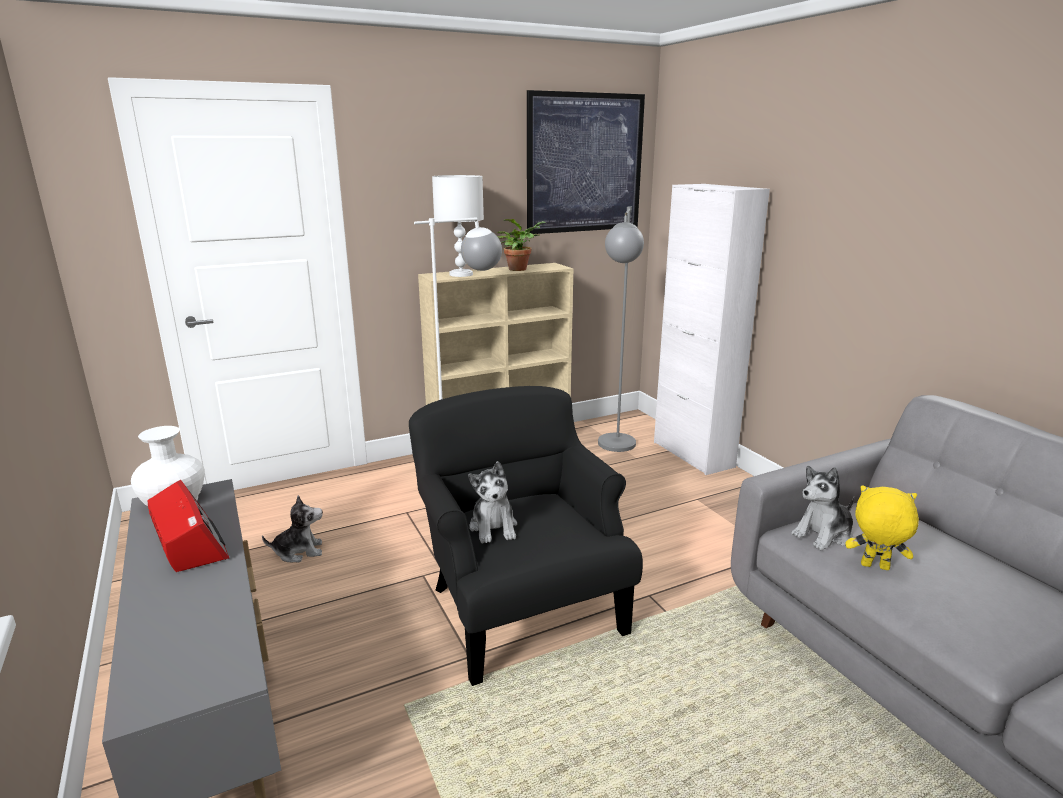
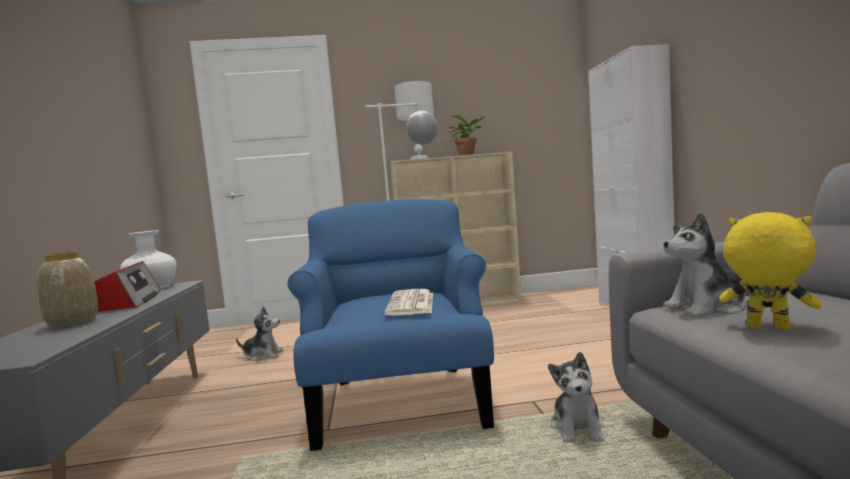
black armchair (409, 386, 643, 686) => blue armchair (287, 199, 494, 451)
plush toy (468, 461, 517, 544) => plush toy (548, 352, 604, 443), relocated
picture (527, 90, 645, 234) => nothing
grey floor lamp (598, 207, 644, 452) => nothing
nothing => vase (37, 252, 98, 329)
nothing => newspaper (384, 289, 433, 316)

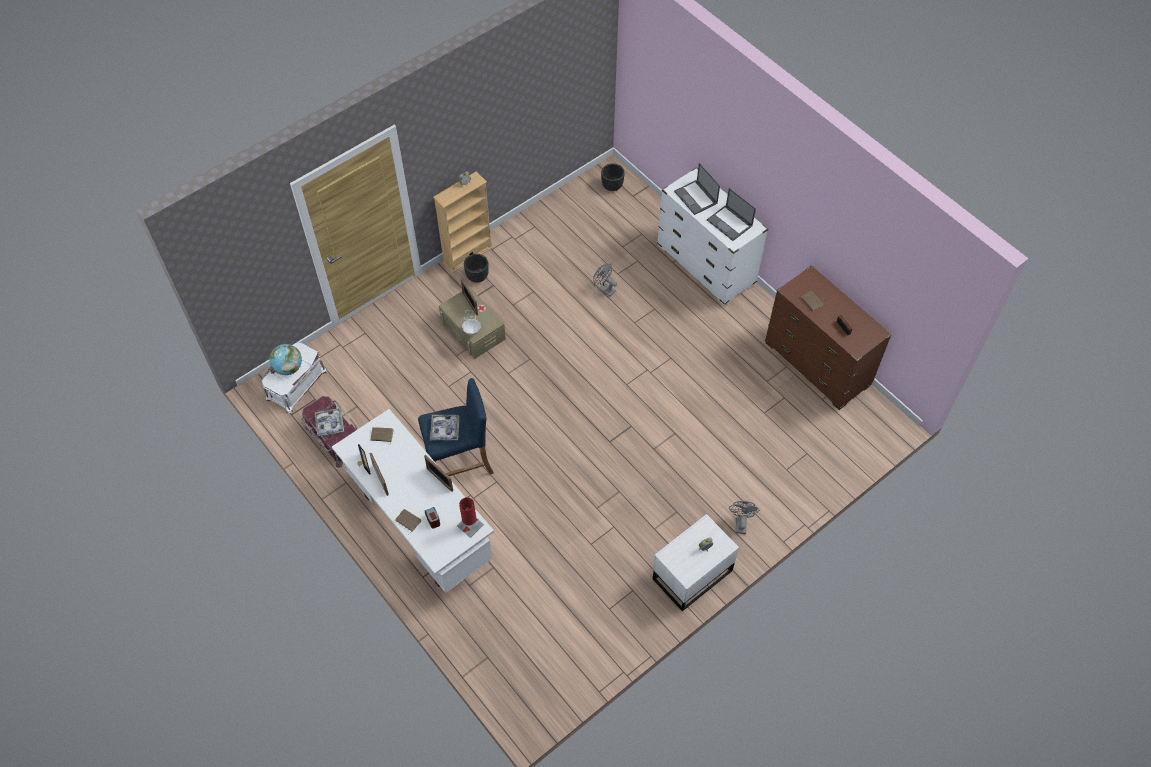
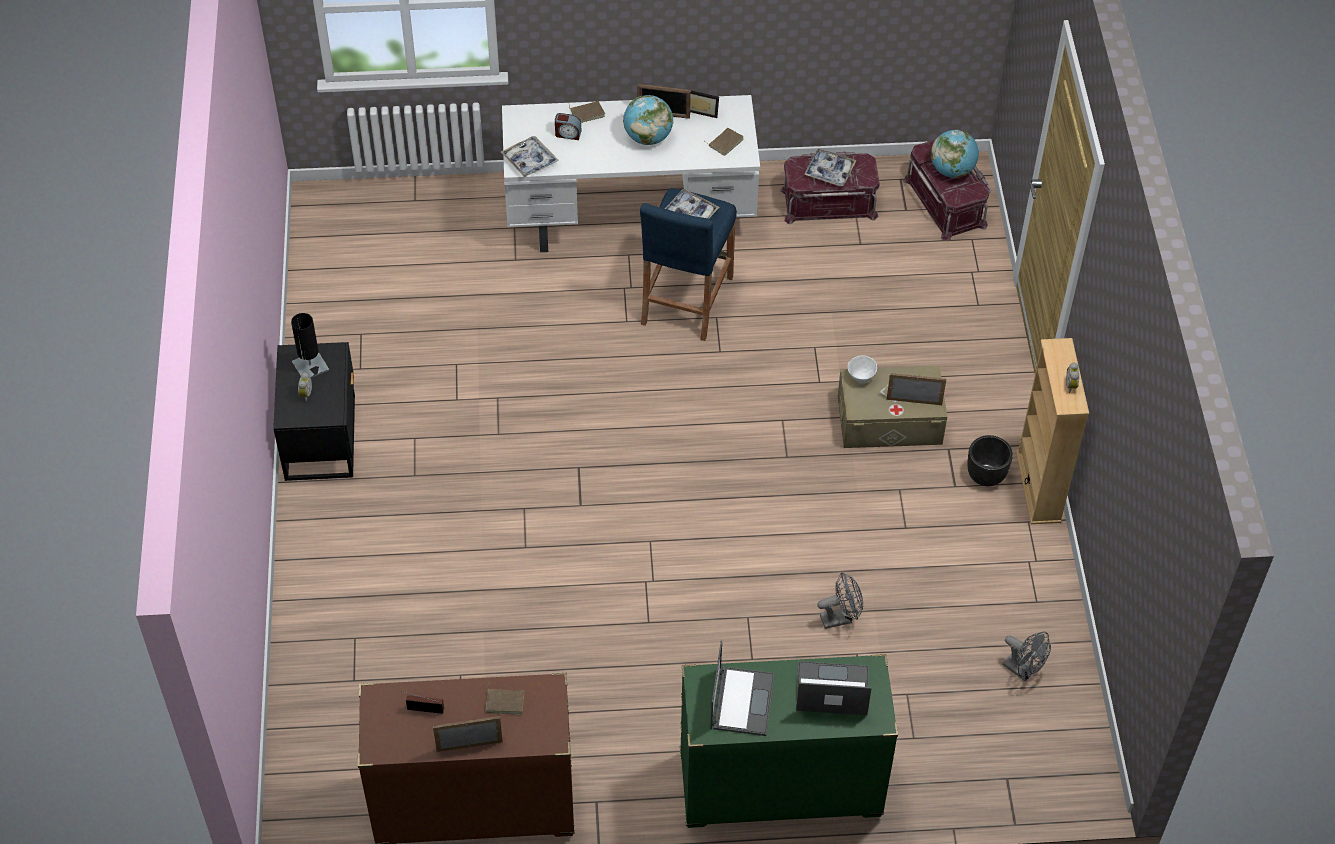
white storage box (262, 343, 327, 413) => red storage box (903, 139, 991, 241)
picture frame (424, 455, 453, 492) => picture frame (433, 716, 503, 752), relocated
red table lamp (457, 497, 484, 538) => tray (501, 136, 559, 178)
black planter (601, 163, 625, 191) => nothing
white nightstand (653, 514, 739, 611) => black nightstand (273, 342, 355, 481)
white dresser (657, 167, 768, 306) => green dresser (680, 654, 898, 828)
laptop (707, 188, 756, 241) => laptop (710, 640, 774, 736), 105 degrees clockwise
grey fan (729, 501, 759, 534) => grey fan (1002, 632, 1051, 681), relocated
nothing => black table lamp (291, 313, 329, 378)
nothing => globe (623, 95, 673, 145)

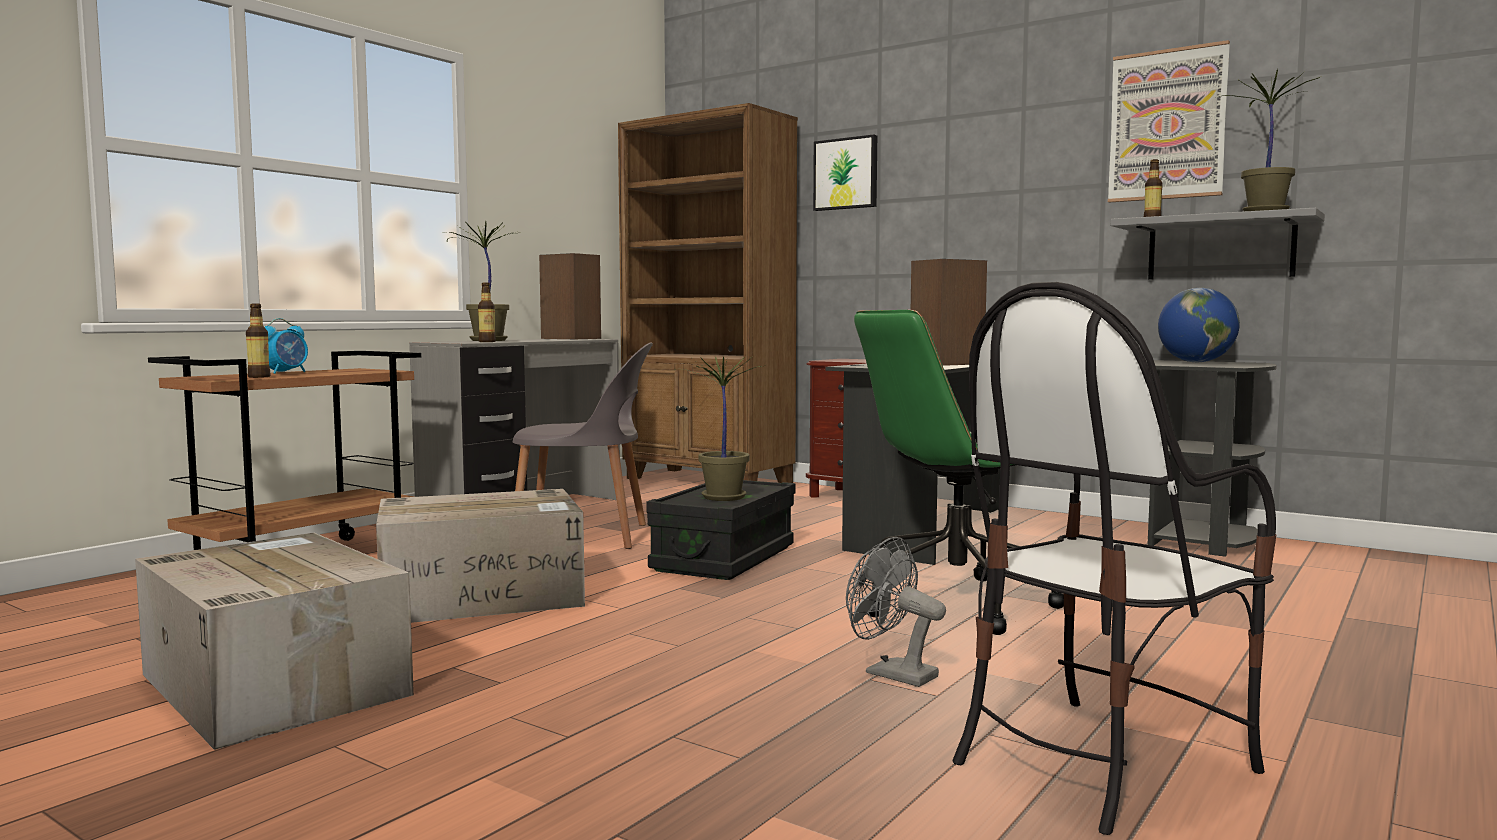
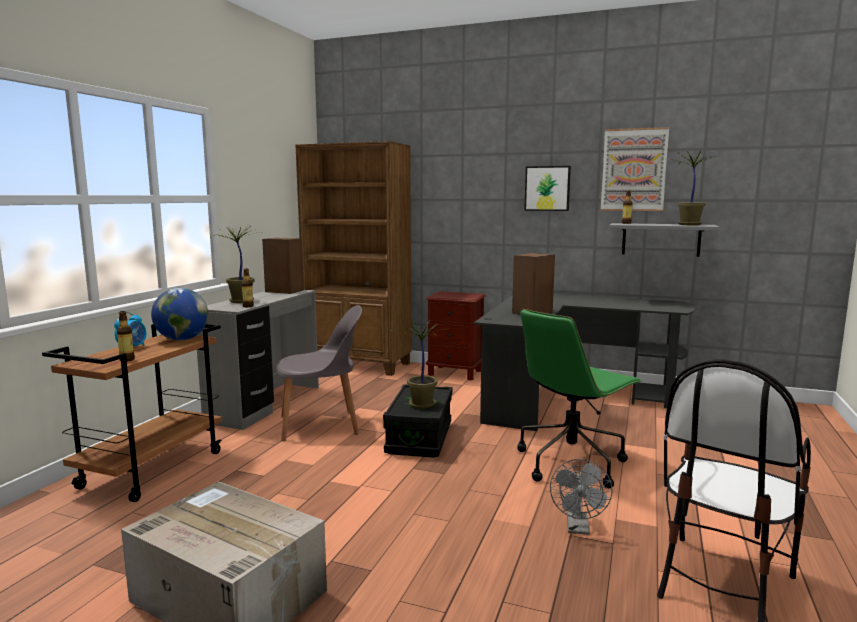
cardboard box (376, 489, 585, 623) => nothing
picture (813, 134, 877, 211) => picture (524, 166, 571, 211), relocated
grey fan (846, 537, 946, 687) => grey fan (550, 459, 612, 535), 105 degrees counterclockwise
globe (1158, 288, 1240, 362) => globe (151, 288, 208, 340), relocated

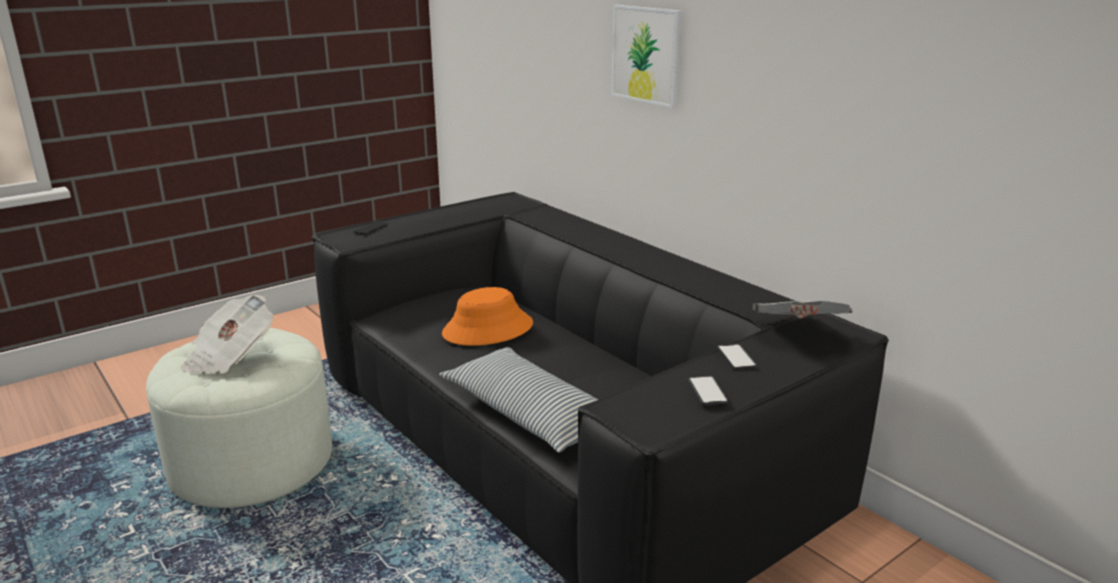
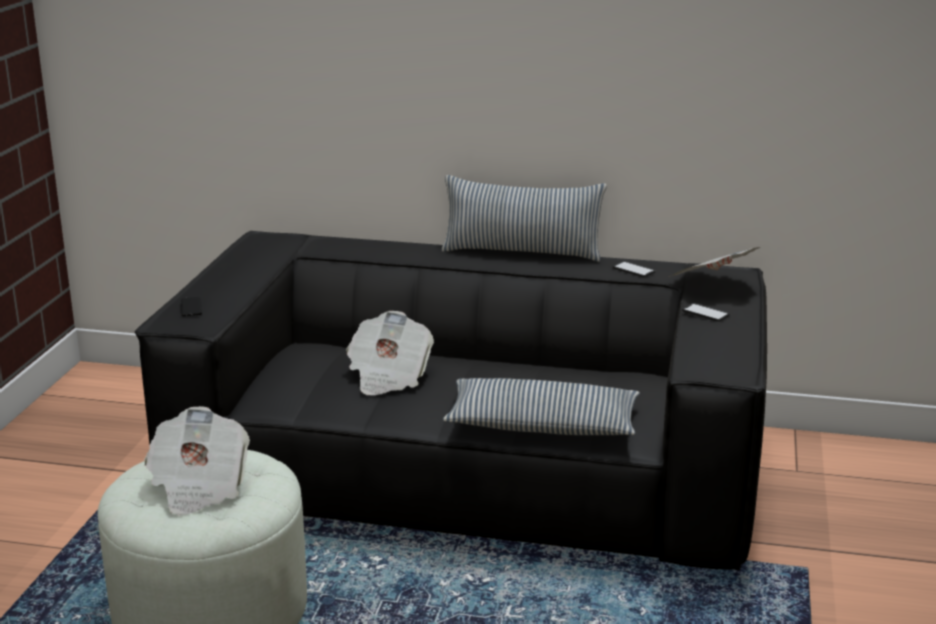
orange hat (442, 287, 533, 346) => newspaper (346, 311, 434, 395)
picture (611, 5, 682, 108) => nothing
phone (688, 375, 729, 406) => phone (613, 261, 655, 277), relocated
nothing => pillow (441, 175, 607, 262)

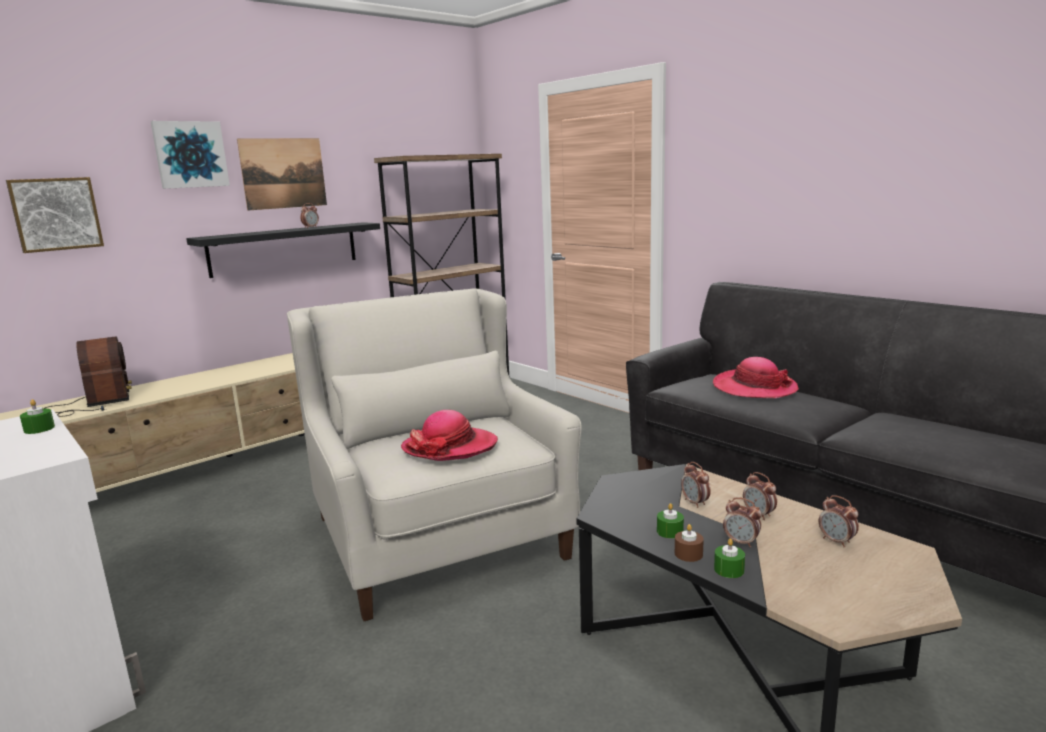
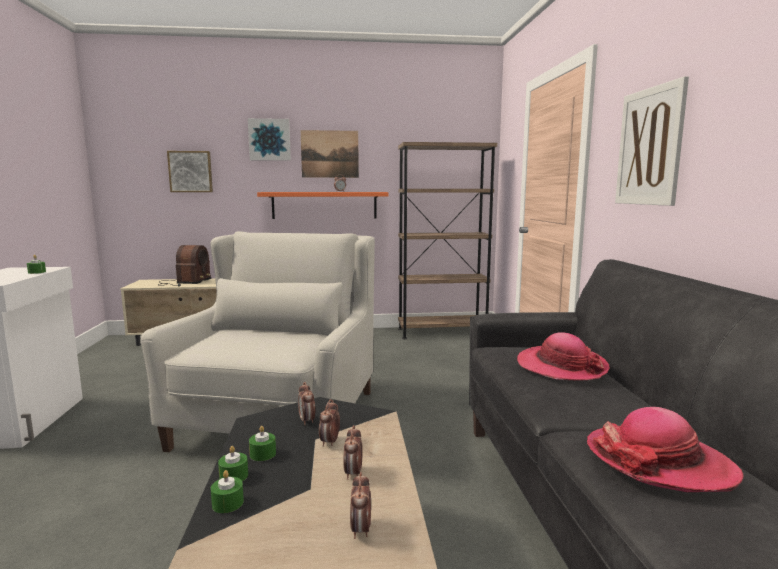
black shelf (186, 222, 380, 278) => orange shelf (257, 192, 388, 219)
hat (401, 410, 498, 461) => hat (587, 407, 744, 492), relocated
brown candle (675, 524, 704, 562) => green candle (218, 446, 248, 481)
alarm clock (723, 497, 762, 548) => alarm clock (298, 382, 315, 425), relocated
nothing => picture (615, 76, 689, 206)

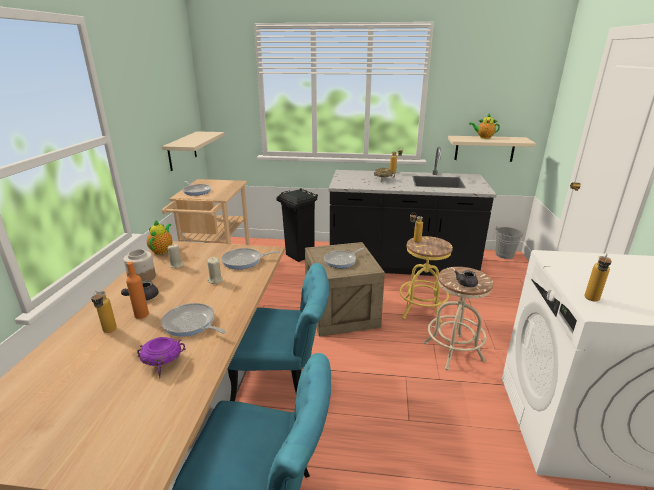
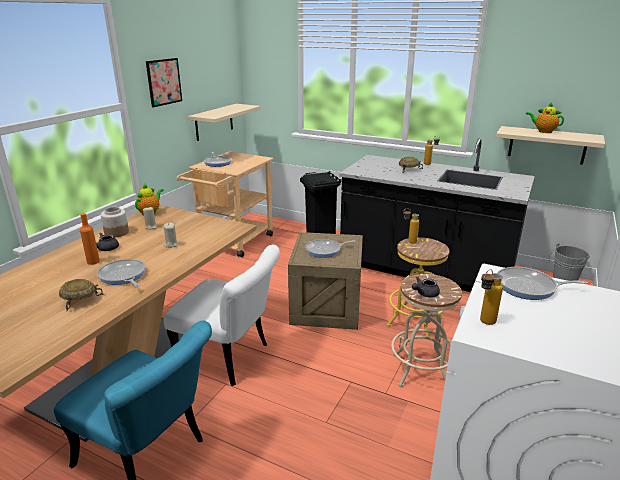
bottle (91, 291, 117, 333) => nothing
purple bowl (137, 337, 186, 379) => beige bowl (59, 279, 104, 311)
frying pan (221, 248, 281, 269) => frying pan (497, 267, 588, 300), relocated
turquoise chair (227, 263, 329, 401) => white chair (164, 245, 280, 386)
nothing => picture (146, 58, 182, 107)

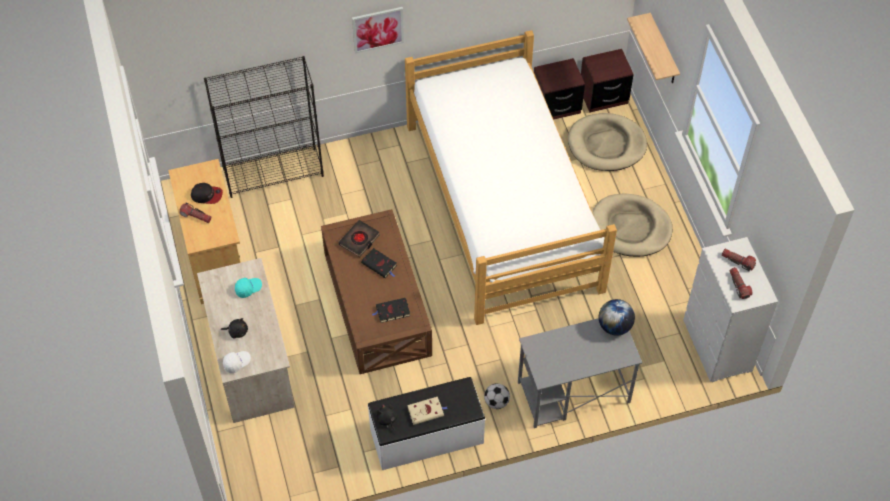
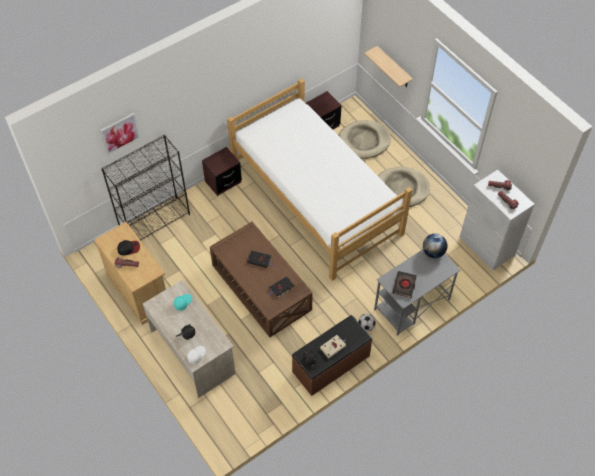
black book (338, 220, 380, 258) => black book (392, 271, 417, 298), relocated
picture (352, 7, 404, 53) => picture (100, 113, 140, 155), relocated
white bench (368, 377, 485, 470) => brown bench (292, 315, 372, 396)
brown nightstand (581, 49, 634, 112) => brown nightstand (202, 147, 242, 196), relocated

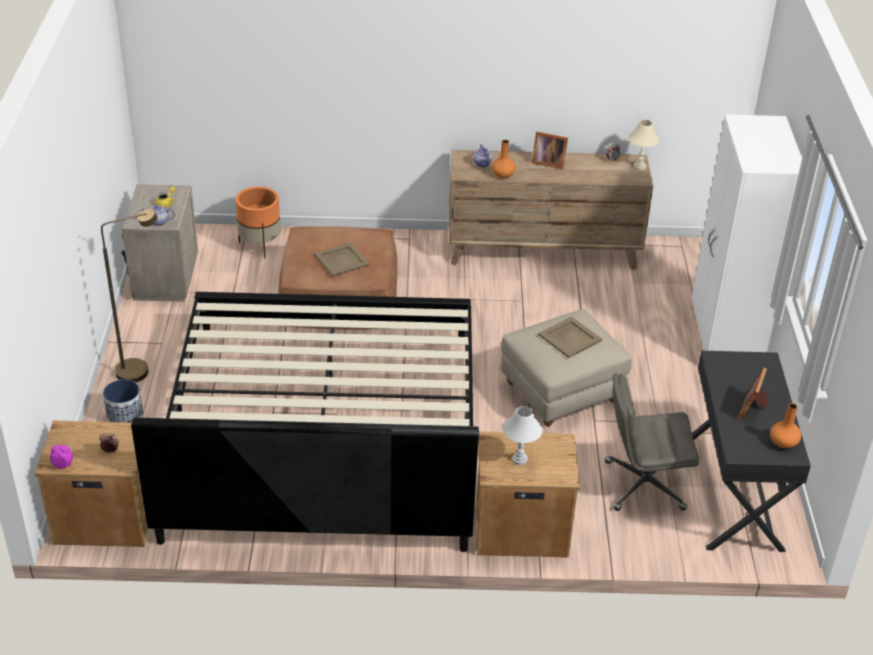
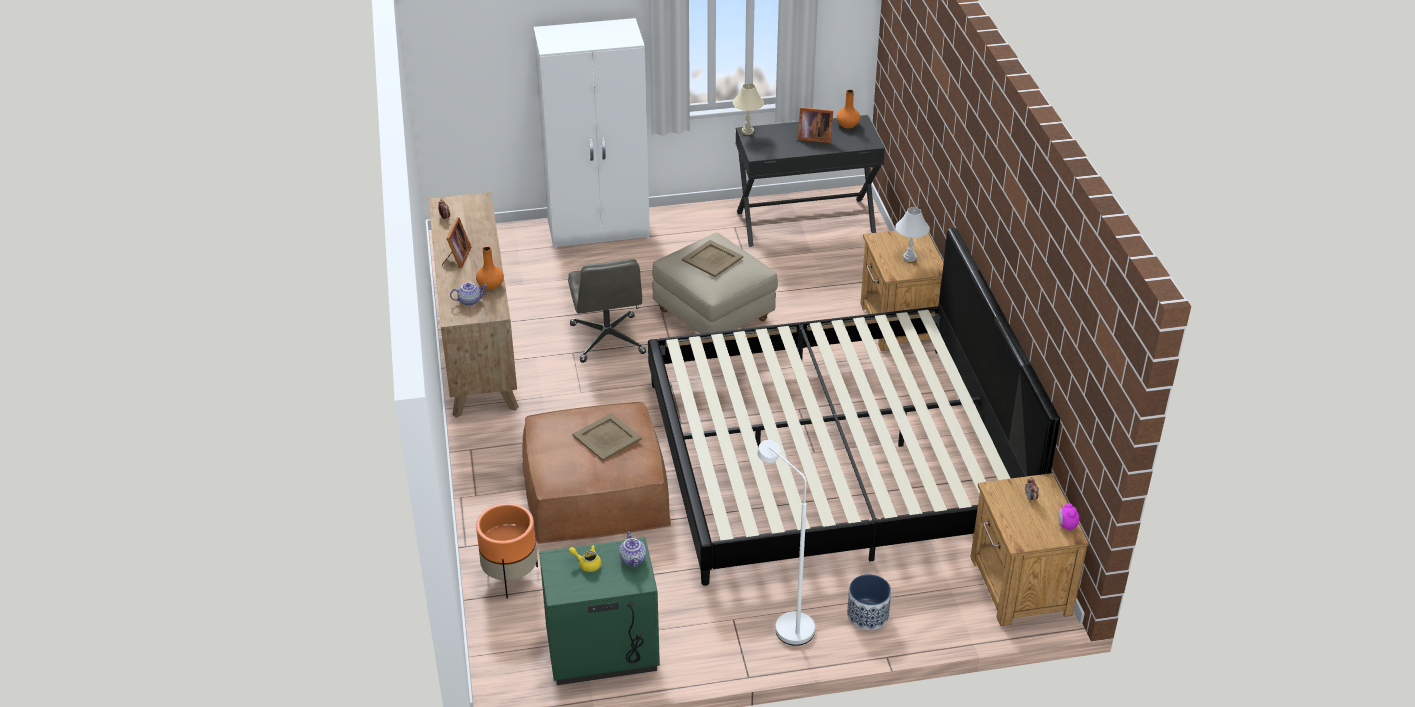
brown floor lamp (101, 209, 157, 382) => white floor lamp (757, 440, 815, 646)
beige nightstand (121, 184, 198, 302) => green nightstand (539, 537, 660, 685)
grey office chair (605, 373, 699, 511) => grey office chair (568, 259, 646, 363), relocated
beige table lamp (628, 120, 659, 170) => beige table lamp (733, 83, 764, 135), relocated

